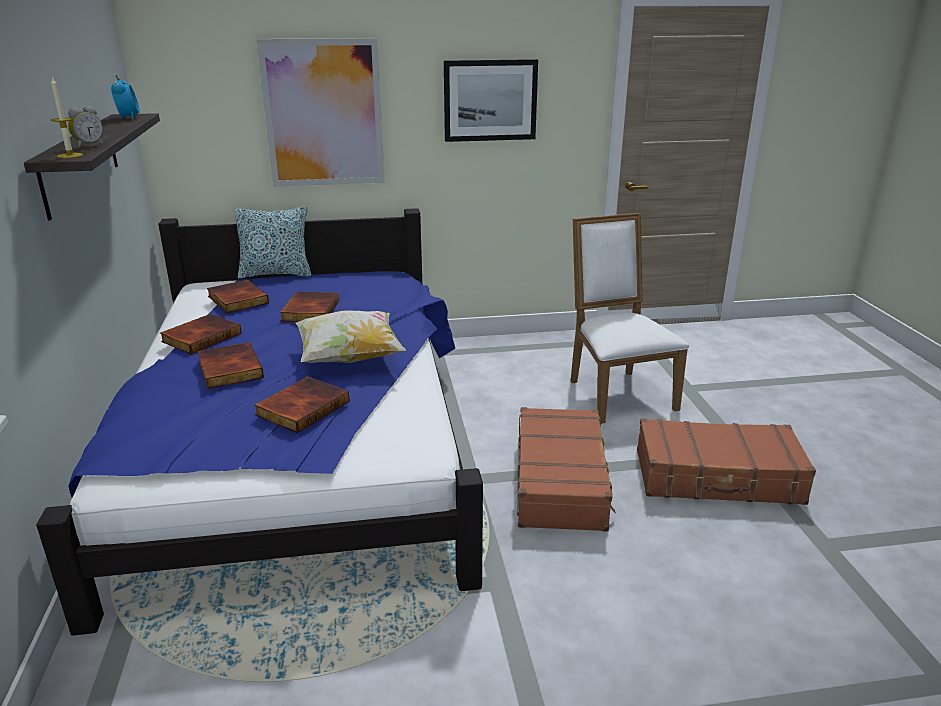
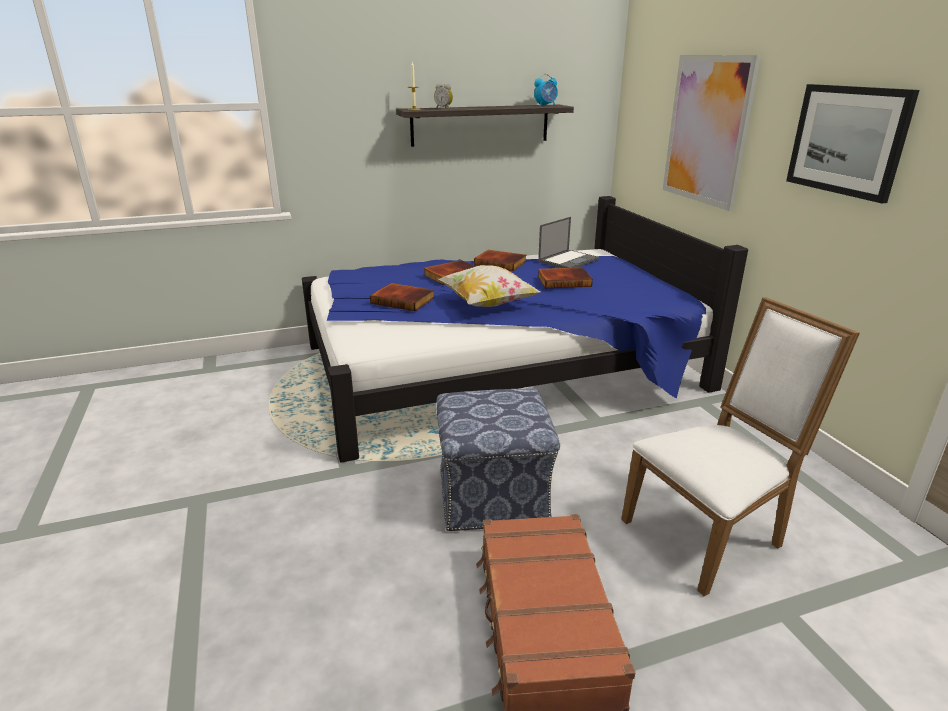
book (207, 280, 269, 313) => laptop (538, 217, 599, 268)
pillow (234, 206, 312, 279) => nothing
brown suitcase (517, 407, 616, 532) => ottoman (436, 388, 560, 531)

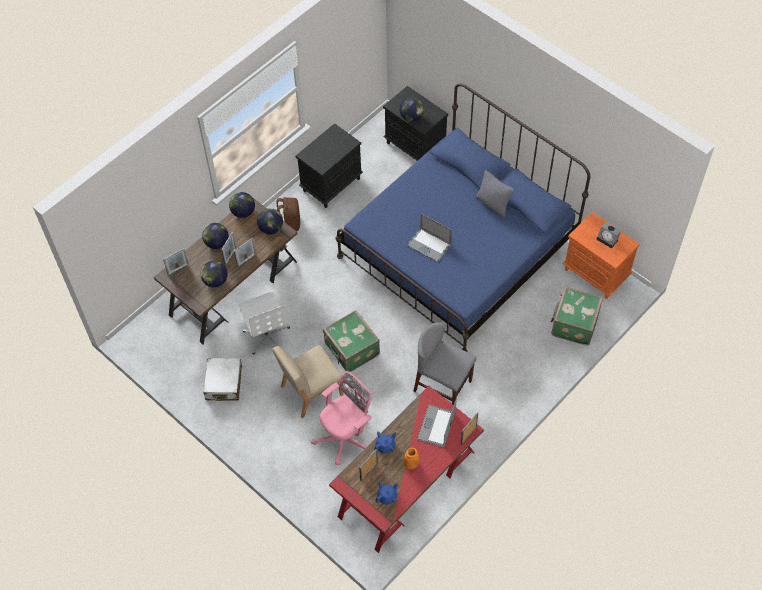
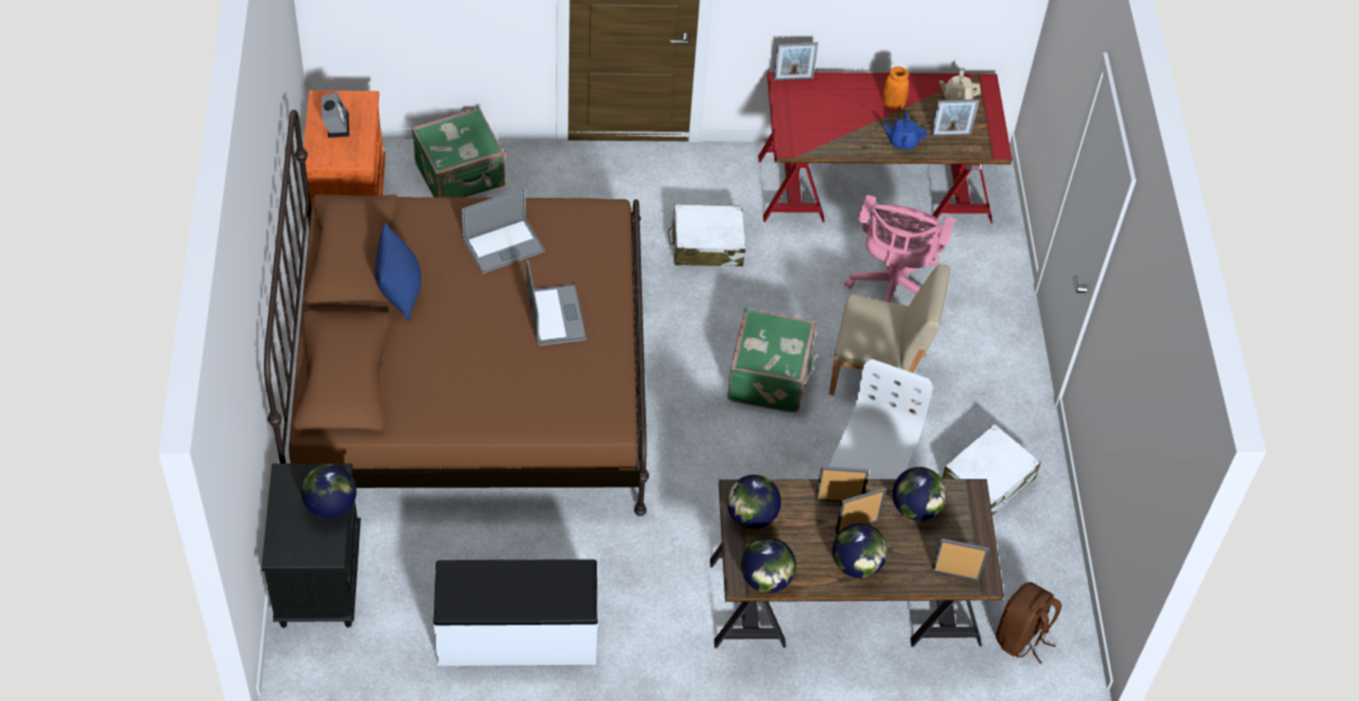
brown backpack (277, 197, 300, 231) => brown backpack (996, 582, 1062, 664), relocated
black nightstand (296, 123, 363, 208) => white bench (433, 560, 598, 666)
pink office chair (311, 371, 372, 466) => pink office chair (844, 195, 955, 302), 75 degrees counterclockwise
blue bed (336, 83, 590, 352) => brown bed (264, 110, 649, 516)
blue teapot (375, 482, 398, 505) => beige teapot (939, 69, 981, 100)
grey chair (414, 322, 476, 405) => white suitcase (668, 204, 746, 266)
laptop (417, 400, 457, 447) => laptop (461, 187, 545, 274), relocated
grey pillow (476, 170, 514, 218) => blue pillow (375, 223, 422, 321)

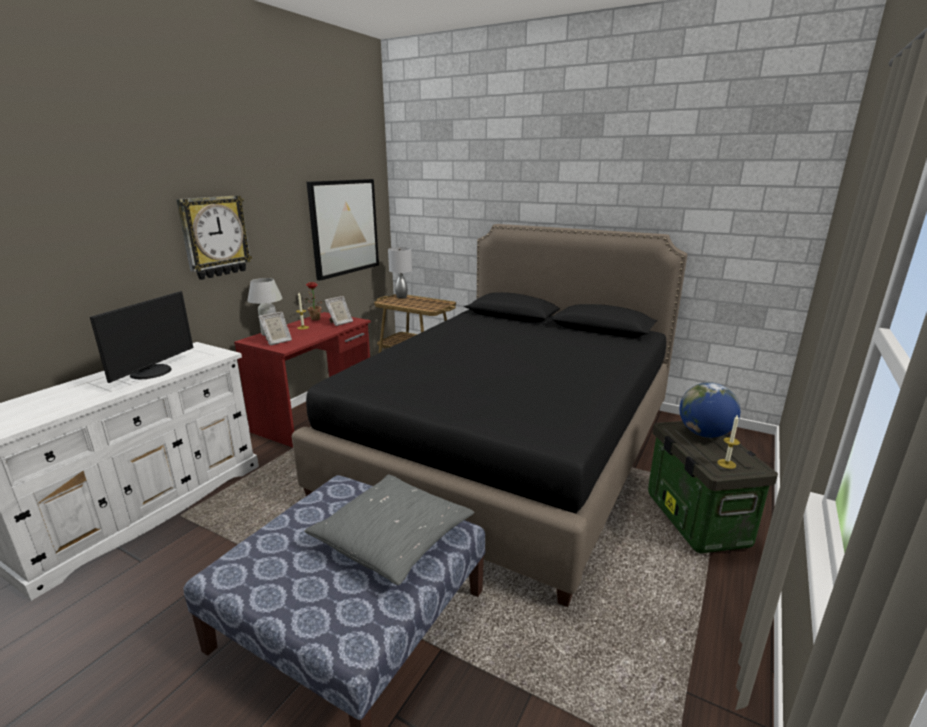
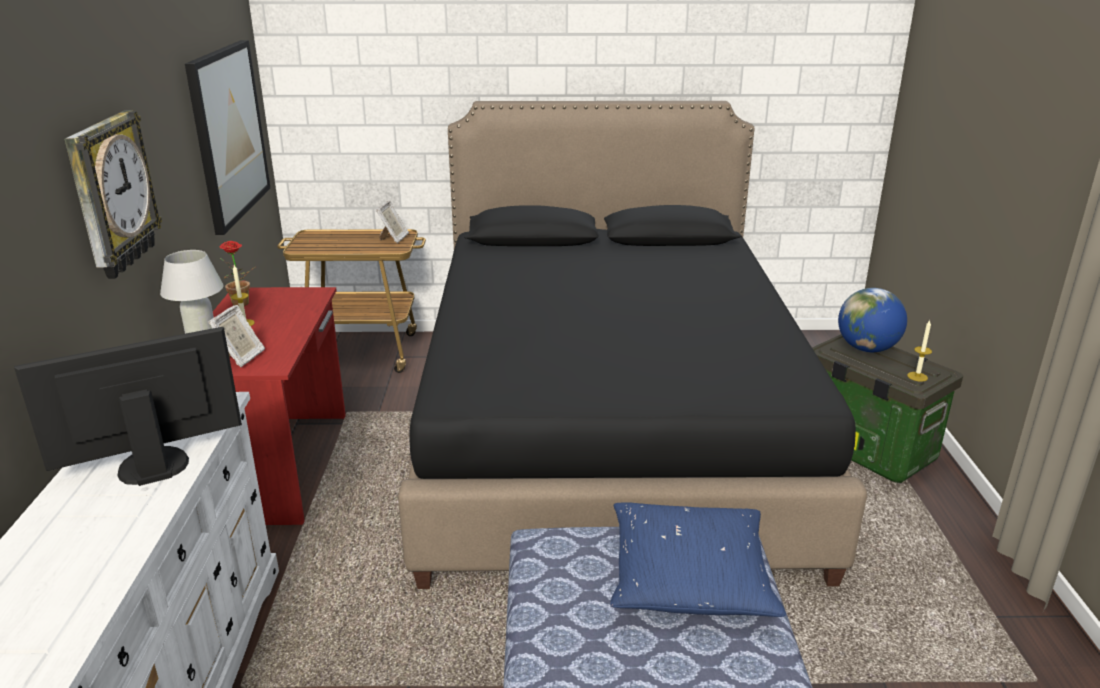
monitor (90, 291, 193, 383) => monitor (14, 327, 242, 486), 105 degrees counterclockwise
grey pillow (304, 475, 475, 585) => blue pillow (610, 502, 786, 617)
picture frame (324, 296, 353, 326) => picture frame (376, 201, 409, 243), relocated
grey table lamp (388, 247, 412, 299) => nothing

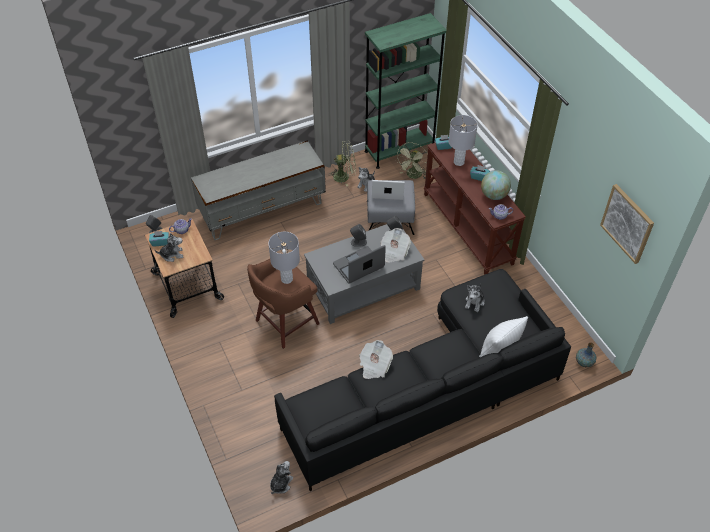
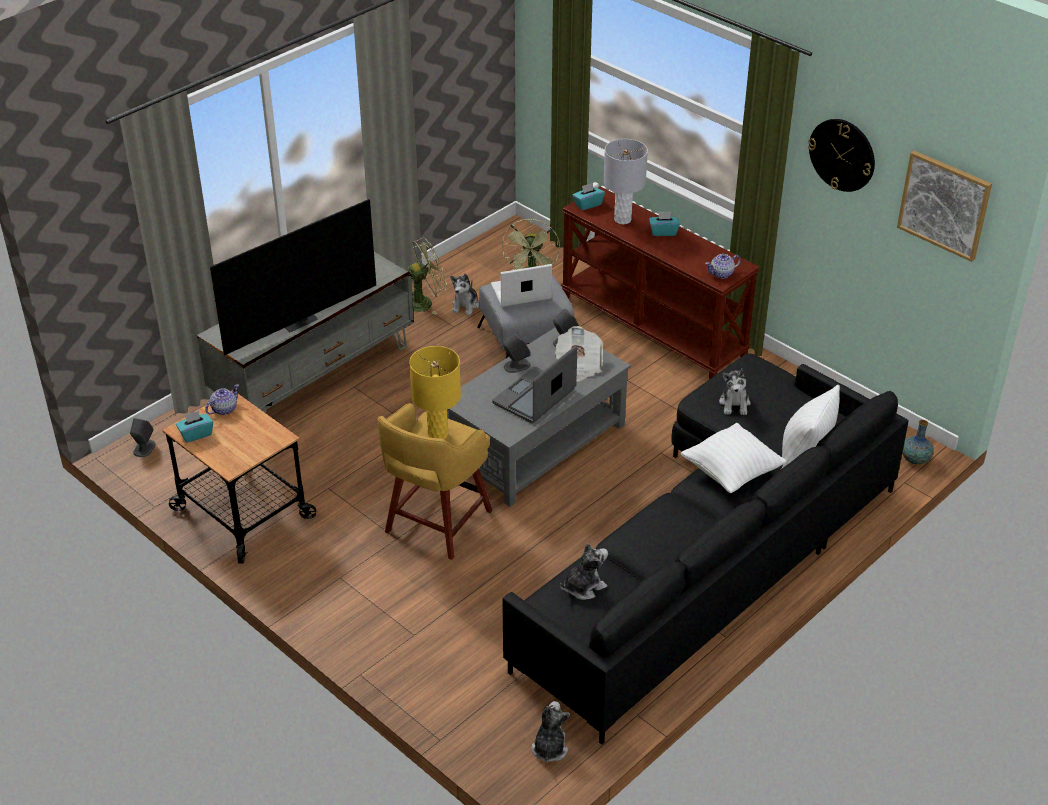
plush toy (155, 233, 183, 262) => plush toy (560, 543, 608, 600), relocated
brown stool (247, 259, 320, 349) => yellow stool (377, 403, 492, 560)
grey table lamp (268, 232, 300, 284) => yellow table lamp (409, 346, 461, 439)
newspaper (359, 340, 393, 379) => nothing
green bookcase (365, 13, 446, 169) => nothing
globe (481, 170, 511, 200) => nothing
nothing => television (210, 199, 376, 355)
nothing => white pillow (681, 423, 787, 493)
nothing => wall clock (808, 119, 875, 192)

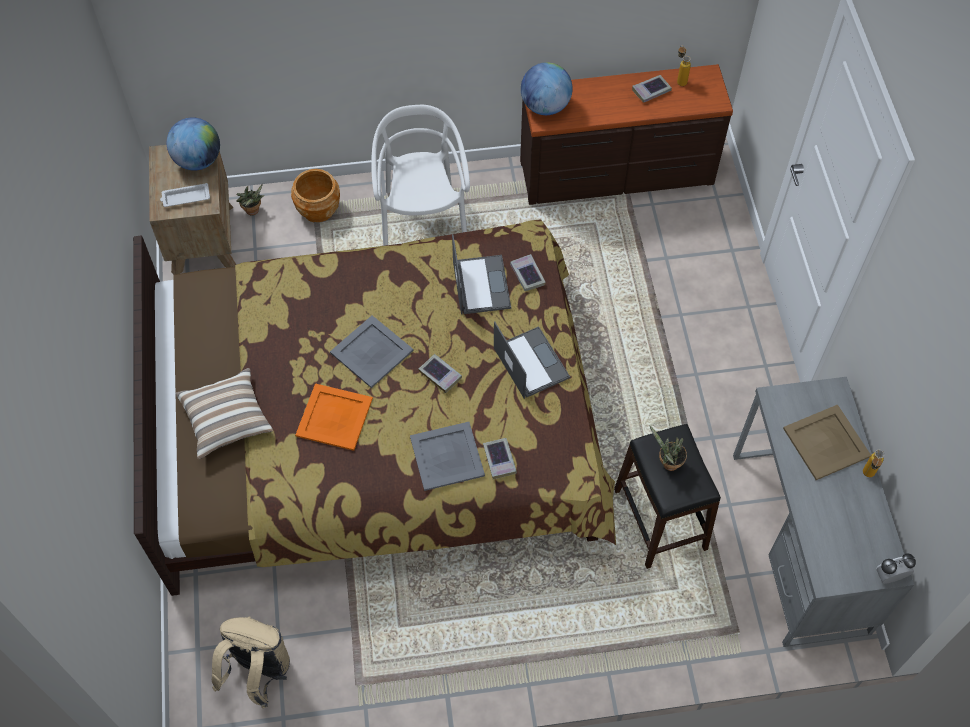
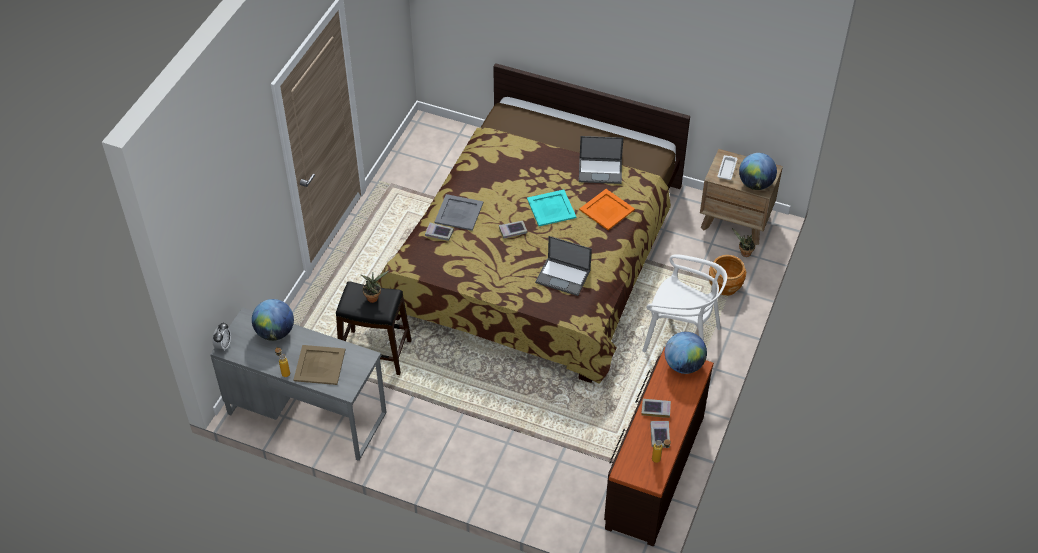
pillow (175, 368, 273, 459) => nothing
beige backpack (212, 617, 290, 708) => nothing
orange tray (295, 383, 373, 451) => orange tray (579, 189, 635, 230), relocated
grey tray (330, 315, 414, 388) => turquoise tray (527, 190, 576, 226)
laptop (494, 322, 570, 399) => laptop (579, 136, 623, 184), relocated
book (510, 254, 546, 291) => book (641, 399, 671, 418), relocated
nothing => globe (252, 299, 294, 341)

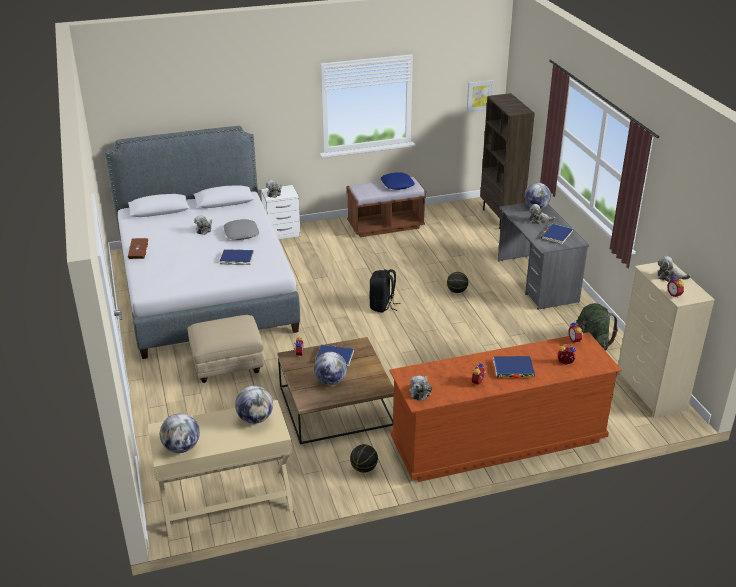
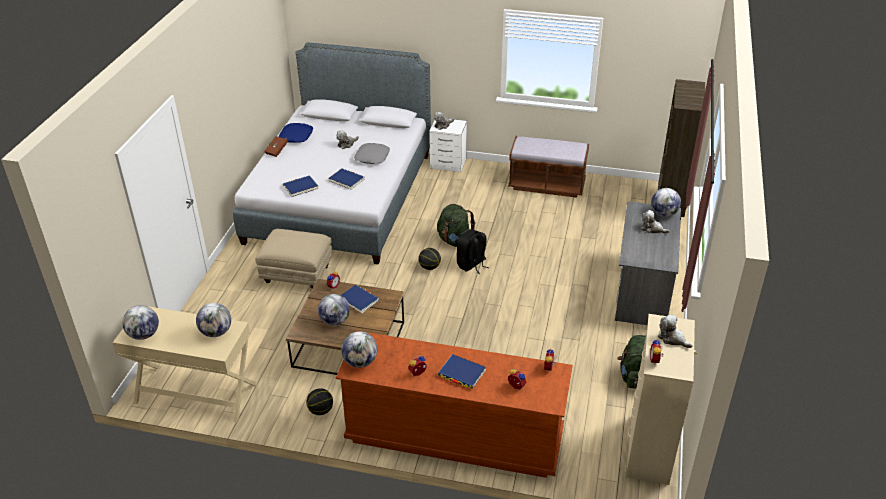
blue pillow (381, 172, 415, 190) => blue pillow (278, 123, 314, 143), relocated
plush toy (409, 375, 432, 401) => globe (341, 331, 377, 368)
basketball (447, 272, 468, 293) => basketball (419, 248, 441, 270), relocated
picture (467, 80, 494, 112) => nothing
blue book (541, 224, 573, 245) => blue book (283, 175, 319, 197), relocated
nothing => green backpack (437, 204, 475, 247)

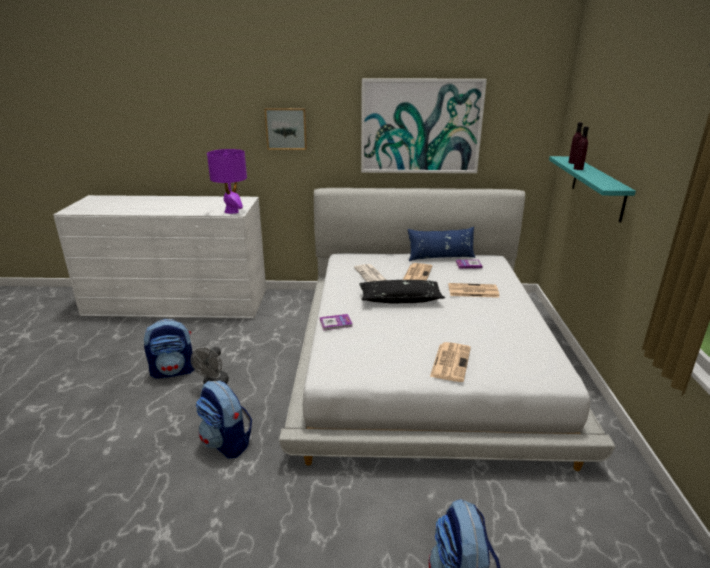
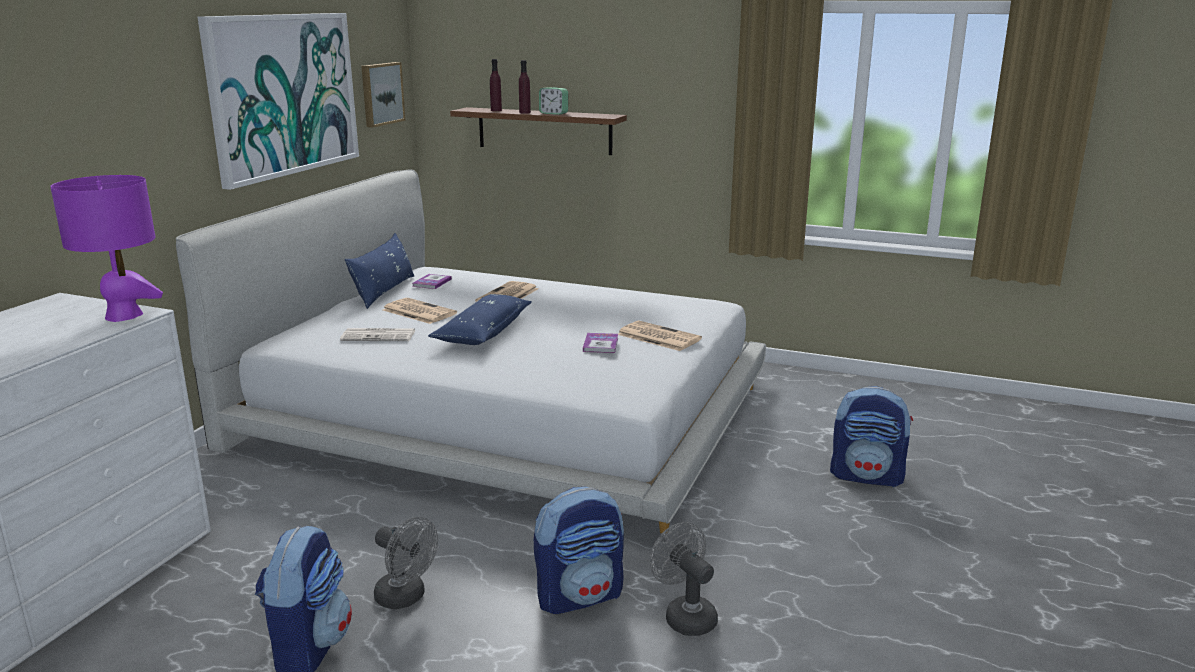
picture (265, 108, 307, 150) => picture (361, 62, 405, 128), relocated
book (320, 314, 353, 330) => book (583, 333, 618, 353), relocated
black pillow (359, 280, 445, 304) => blue pillow (428, 294, 532, 345)
turquoise shelf (549, 156, 636, 223) => brown shelf (450, 107, 627, 155)
nothing => alarm clock (539, 87, 568, 115)
nothing => grey fan (650, 522, 718, 636)

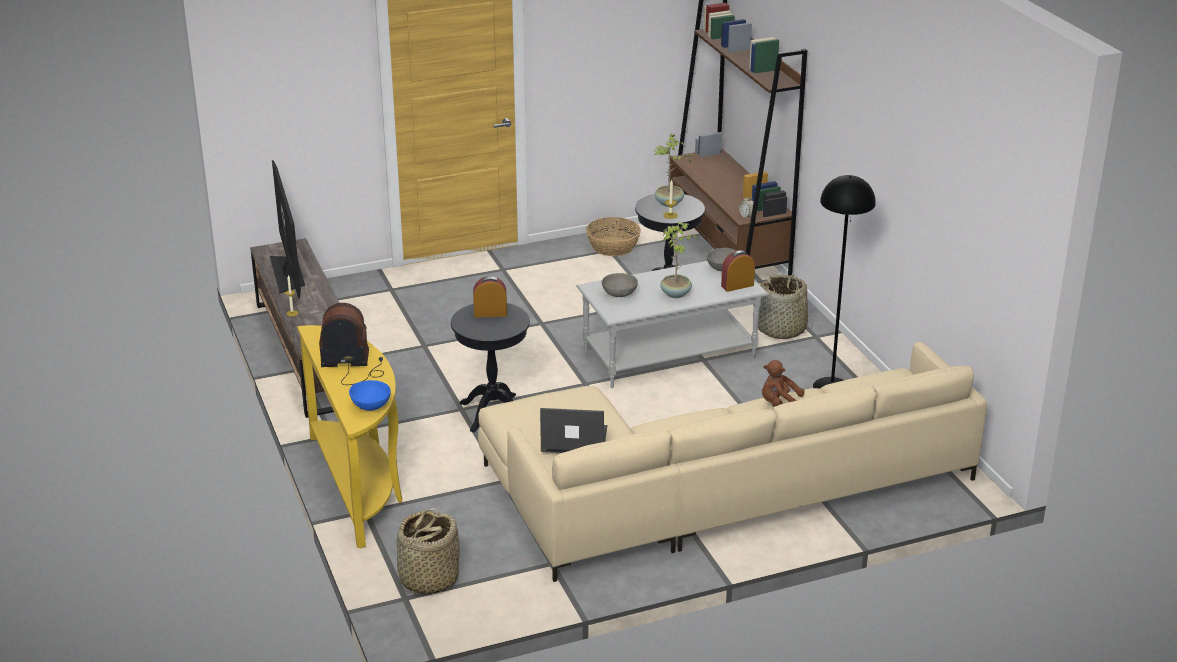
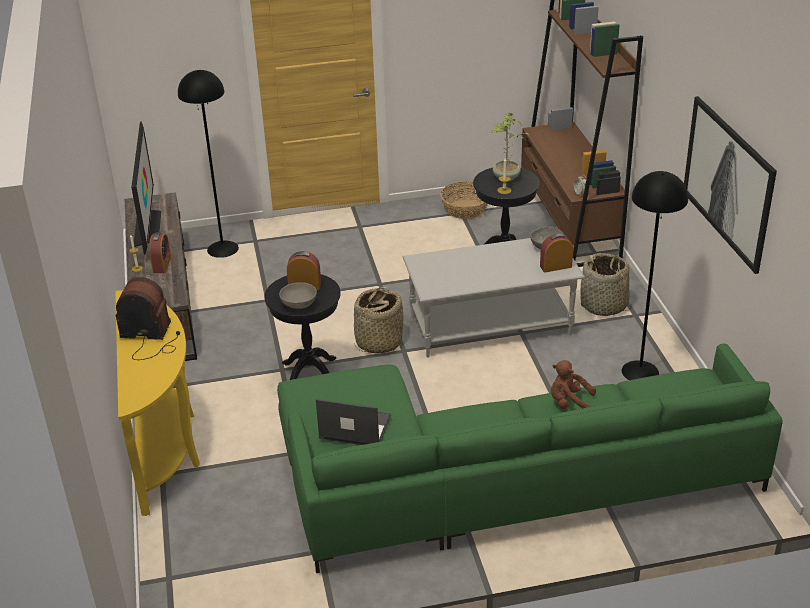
blue bowl (349, 380, 391, 411) => nothing
basket (396, 508, 460, 594) => basket (354, 287, 403, 354), relocated
beige sofa (478, 342, 987, 582) => green sofa (277, 343, 782, 573)
grey bowl (602, 273, 638, 297) => grey bowl (279, 282, 317, 309), relocated
potted plant (660, 222, 698, 298) => nothing
nothing => alarm clock (149, 232, 171, 273)
nothing => black floor lamp (178, 70, 239, 258)
nothing => picture (684, 96, 777, 274)

